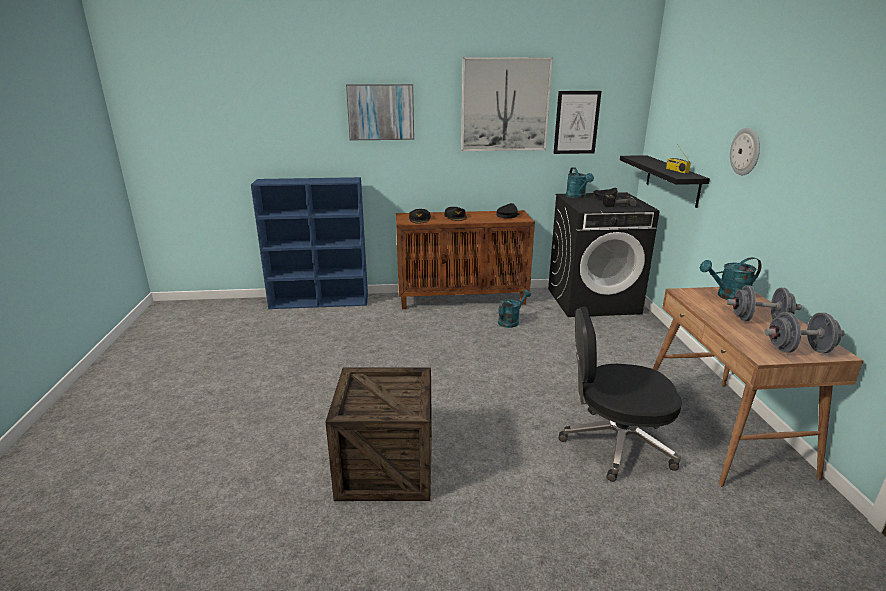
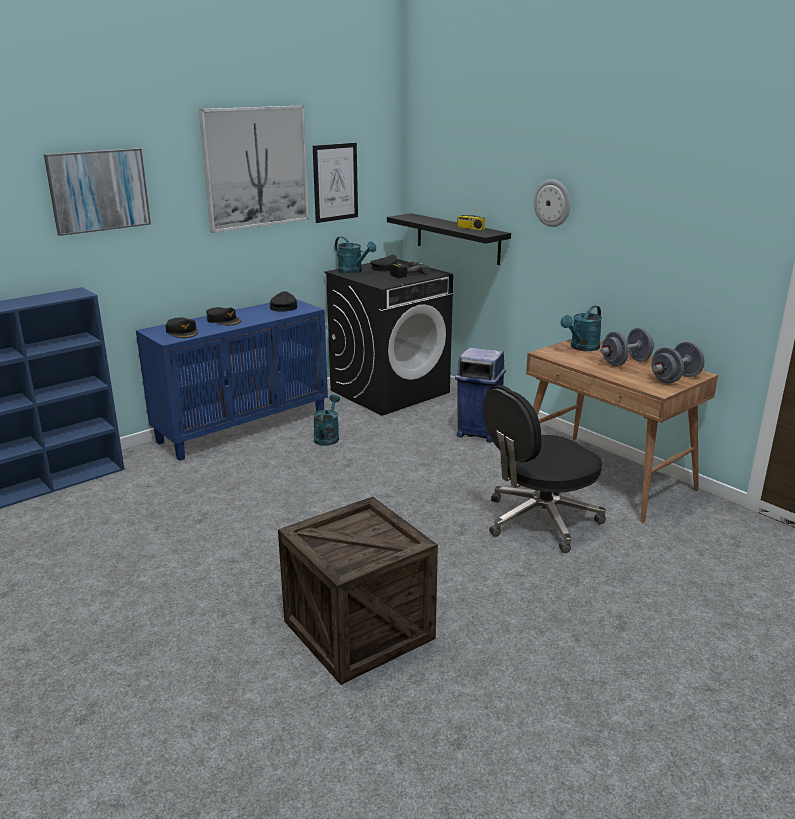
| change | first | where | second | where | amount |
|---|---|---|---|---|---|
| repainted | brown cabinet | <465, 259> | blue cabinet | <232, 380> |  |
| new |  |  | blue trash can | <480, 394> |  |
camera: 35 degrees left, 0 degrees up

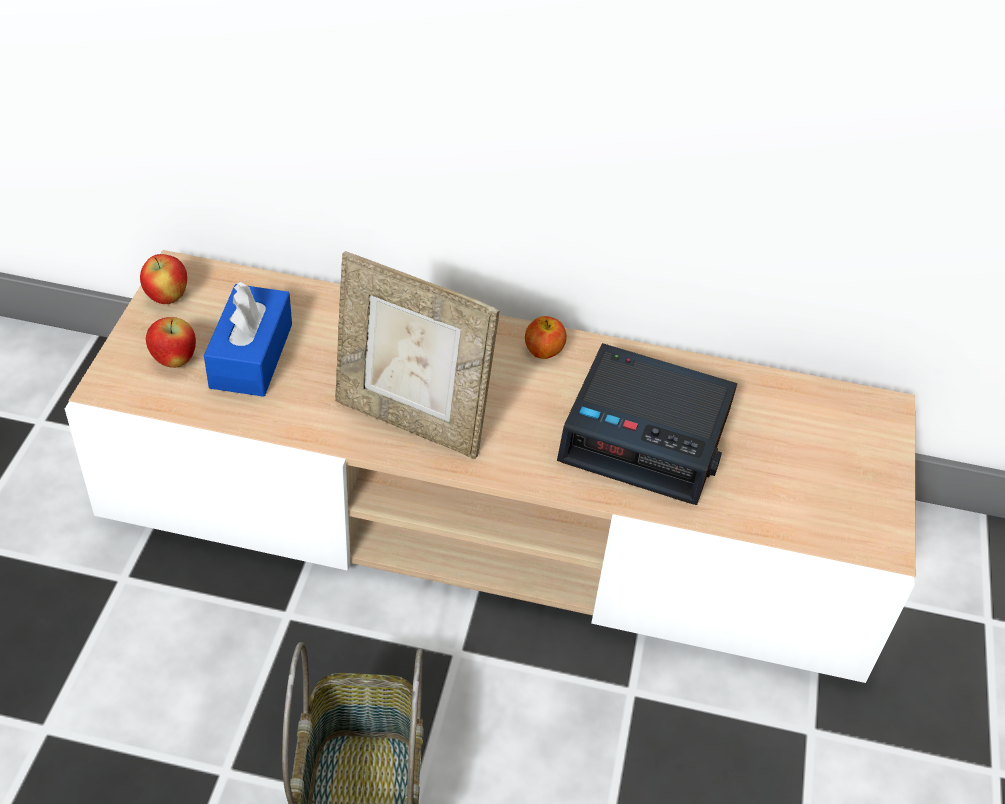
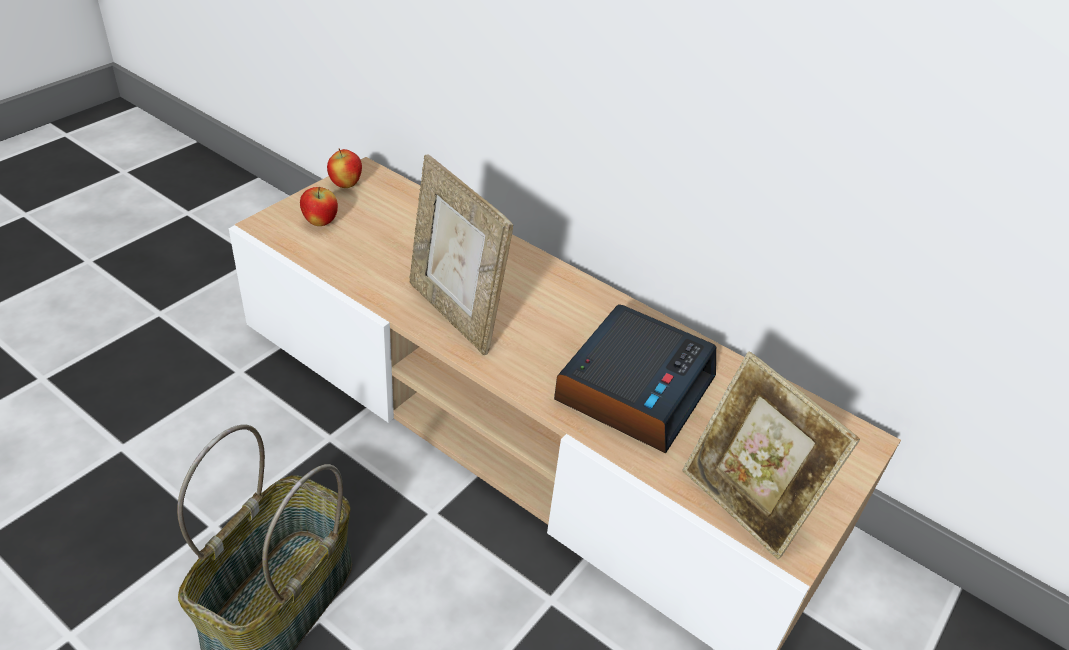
| change | first | where | second | where | amount |
|---|---|---|---|---|---|
| gone | blue tissue box | <248, 339> |  |  |  |
| gone | apple | <546, 337> |  |  |  |
| rotated | alarm clock | <647, 424> |  | <635, 378> | 105 degrees counterclockwise |
| new |  |  | picture frame | <771, 455> |  |
camera: 25 degrees right, 5 degrees down

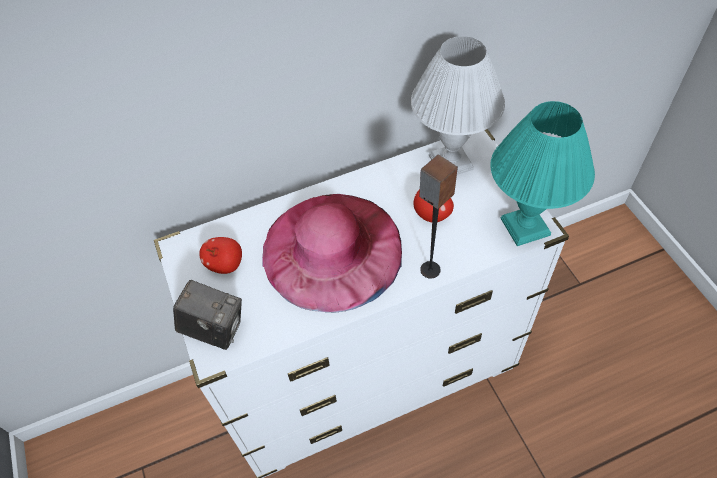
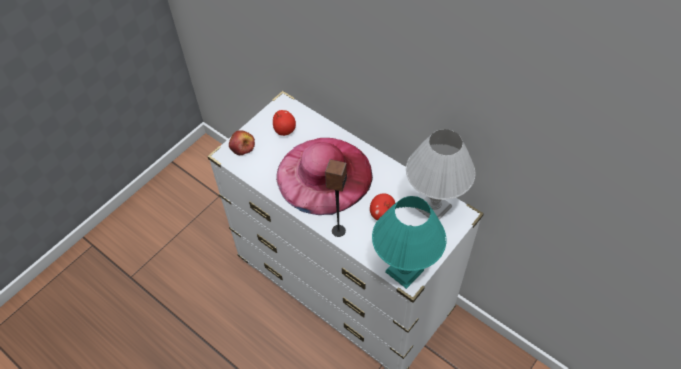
| change | first | where | second | where | amount |
|---|---|---|---|---|---|
| swapped | photo camera | <207, 315> | apple | <242, 142> |  |
camera: 60 degrees right, 0 degrees up

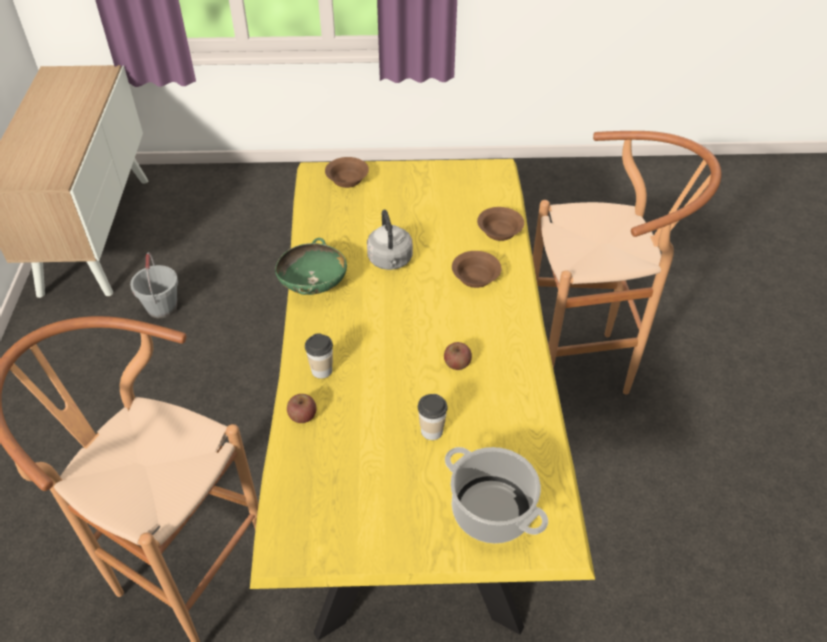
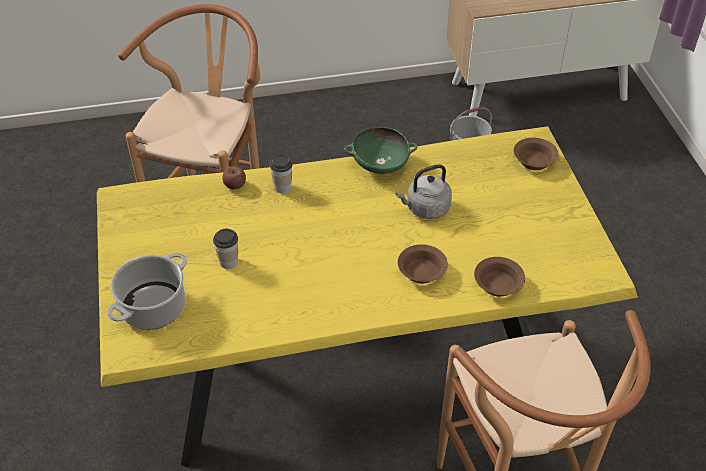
| change | first | where | second | where | amount |
|---|---|---|---|---|---|
| gone | apple | <458, 356> |  |  |  |
camera: 80 degrees right, 0 degrees up

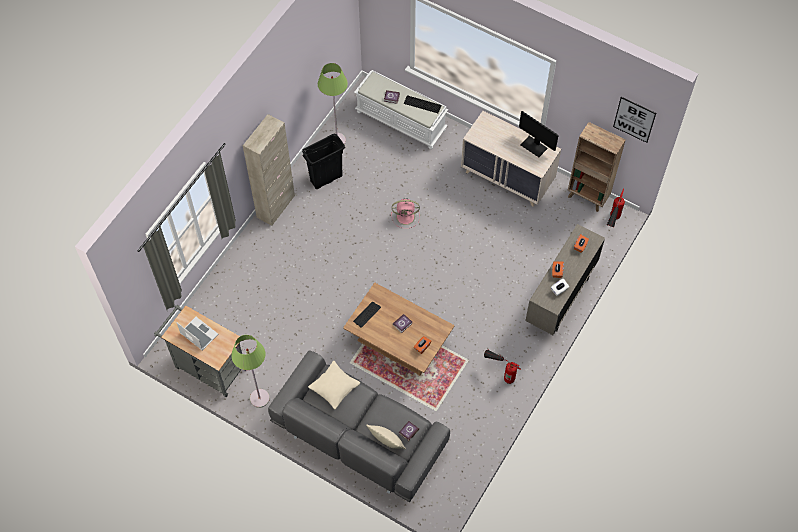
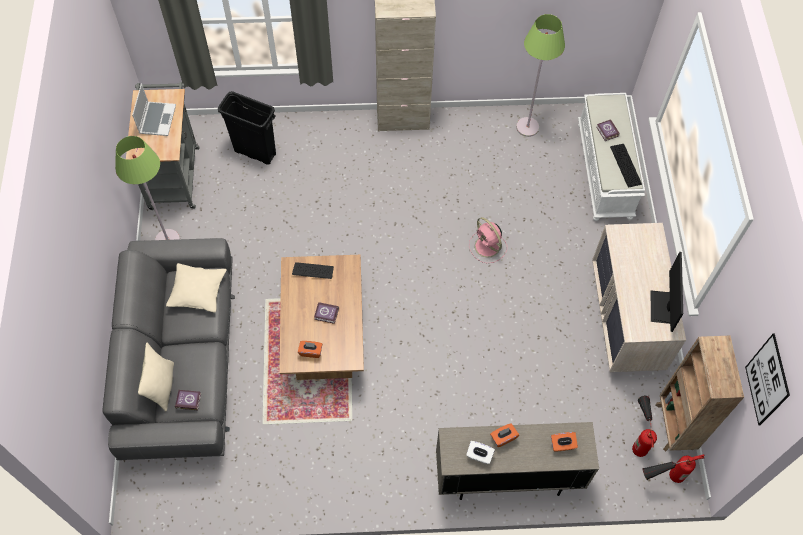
| change | first | where | second | where | amount |
|---|---|---|---|---|---|
| shifted | black trash can | <323, 161> |  | <247, 128> |  |
| shifted | fire extinguisher | <502, 367> |  | <644, 426> |  |
camera: 55 degrees right, 0 degrees up

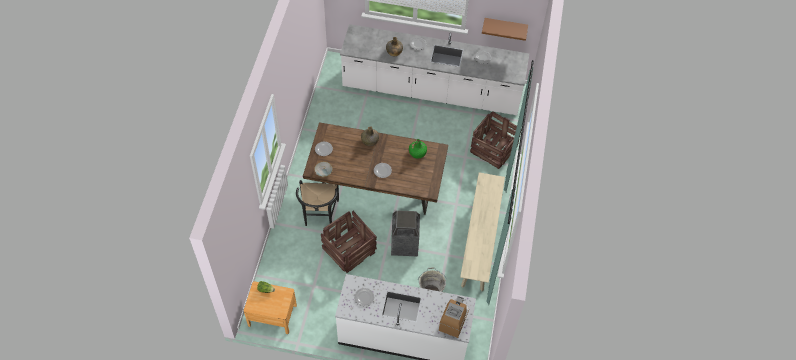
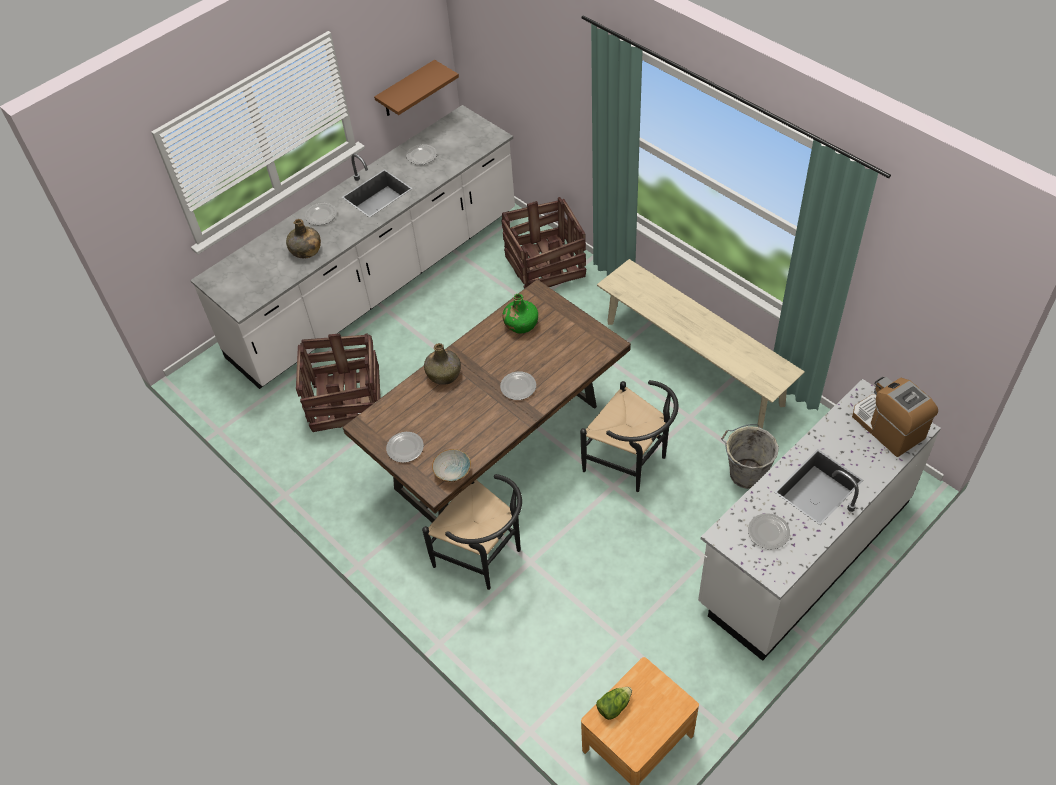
| change | first | where | second | where | amount |
|---|---|---|---|---|---|
| swapped | trash can | <405, 233> | black chair | <629, 436> |  |
| shifted | crate | <349, 242> |  | <338, 382> |  |
camera: 50 degrees left, 5 degrees down

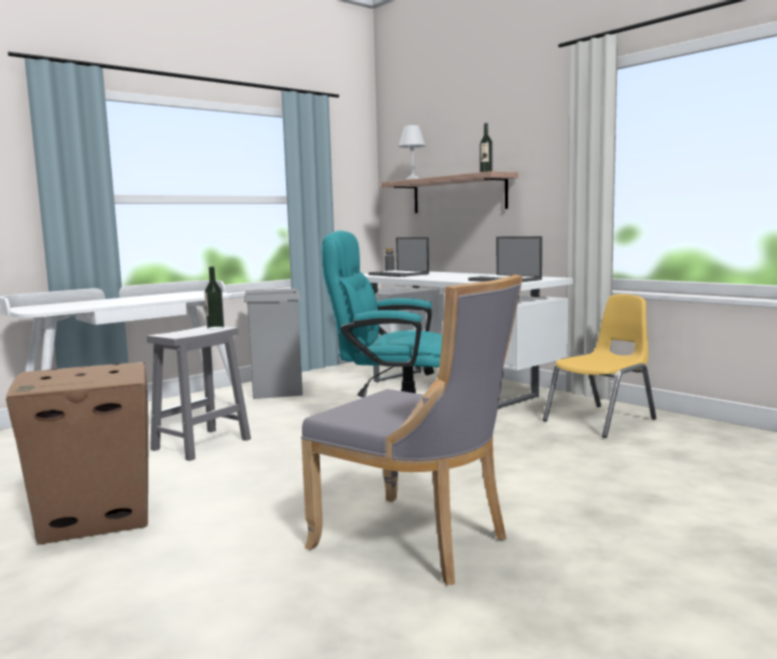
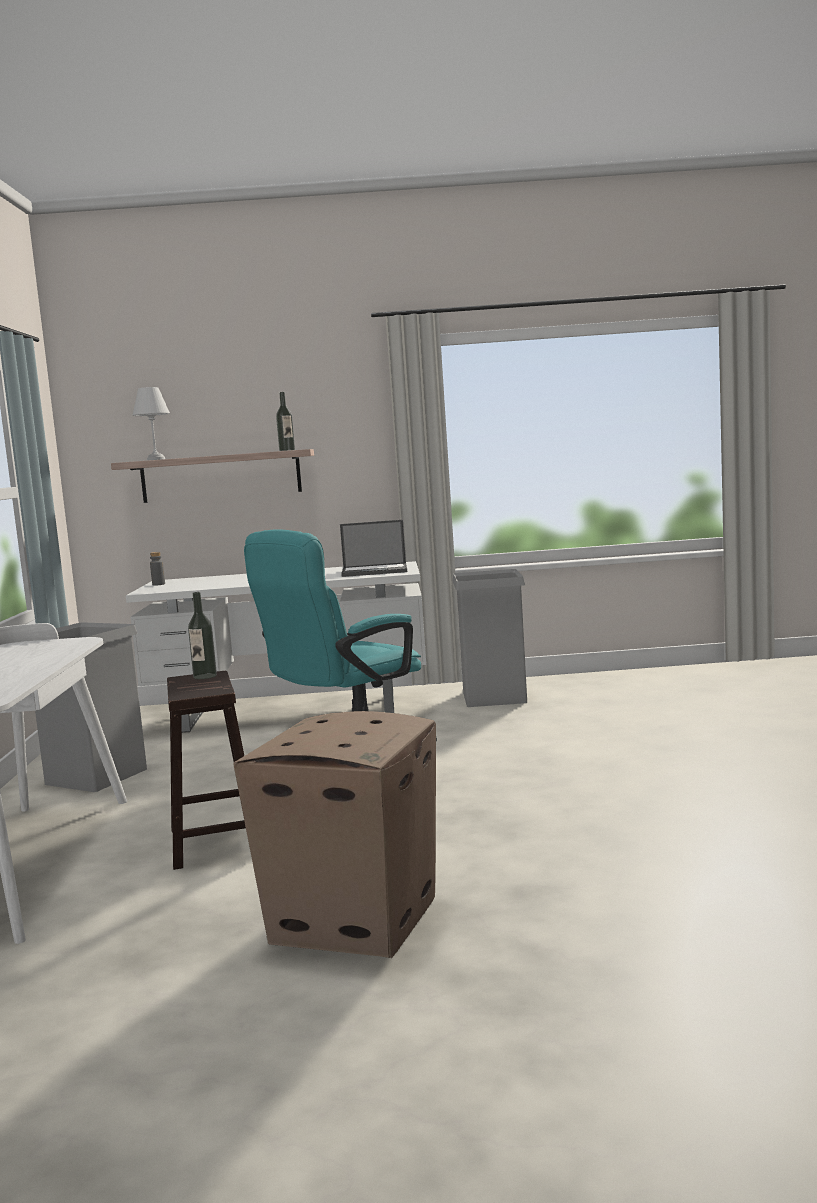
| change | first | where | second | where | amount |
|---|---|---|---|---|---|
| gone | laptop | <398, 257> |  |  |  |
| gone | grey chair | <412, 430> |  |  |  |
| swapped | yellow chair | <599, 366> | grey trash can | <489, 638> |  |
| repainted | grey stool | <199, 393> | brown stool | <206, 770> |  |
camera: 50 degrees left, 0 degrees up

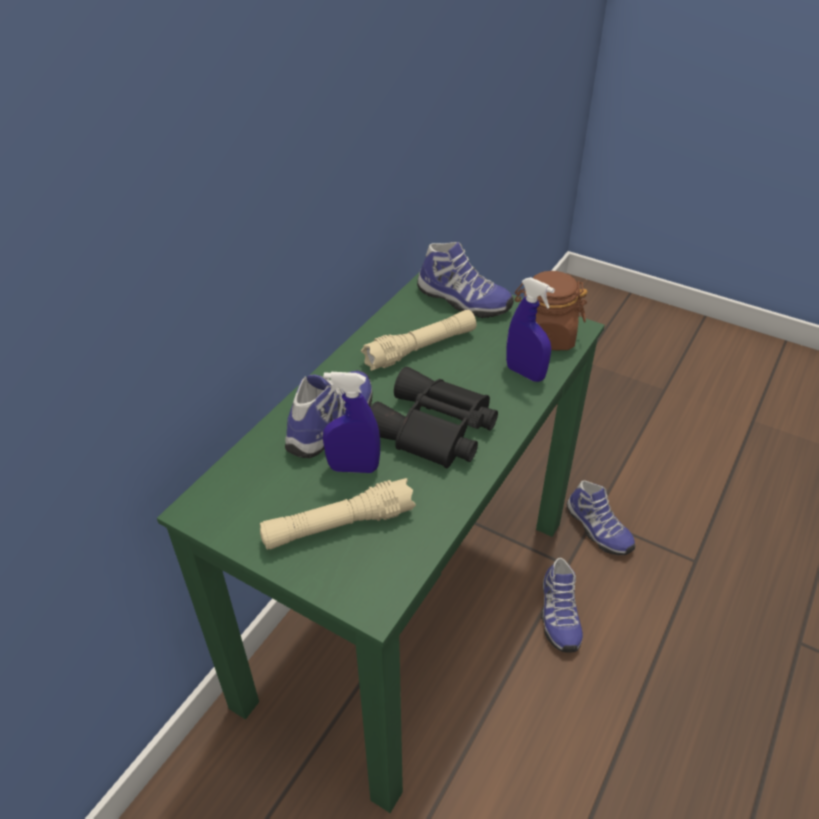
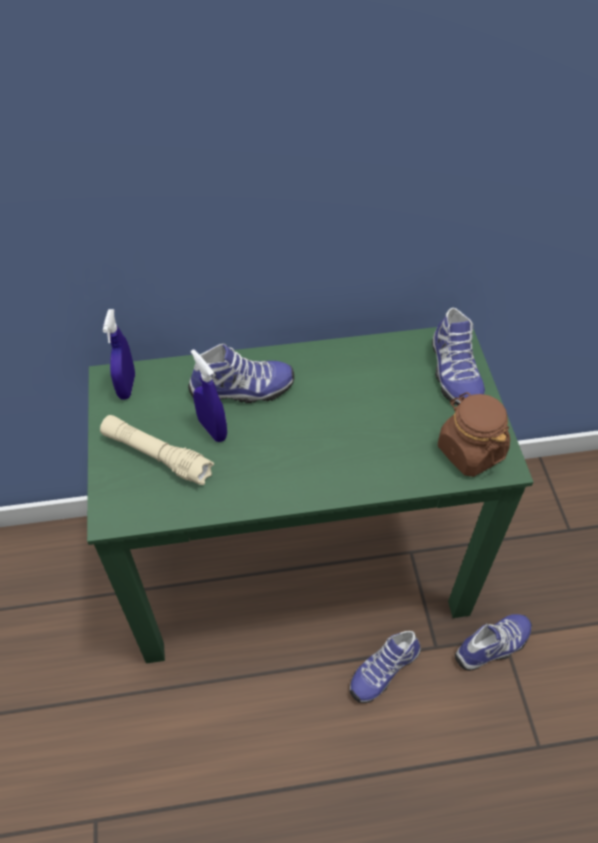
| change | first | where | second | where | amount |
|---|---|---|---|---|---|
| shifted | blue spray bottle | <530, 329> |  | <119, 354> |  |
| gone | beige flashlight | <418, 340> |  |  |  |
| gone | black binoculars | <434, 417> |  |  |  |
| rotated | shoe | <601, 517> |  | <493, 642> | 135 degrees counterclockwise |
camera: 50 degrees right, 10 degrees up

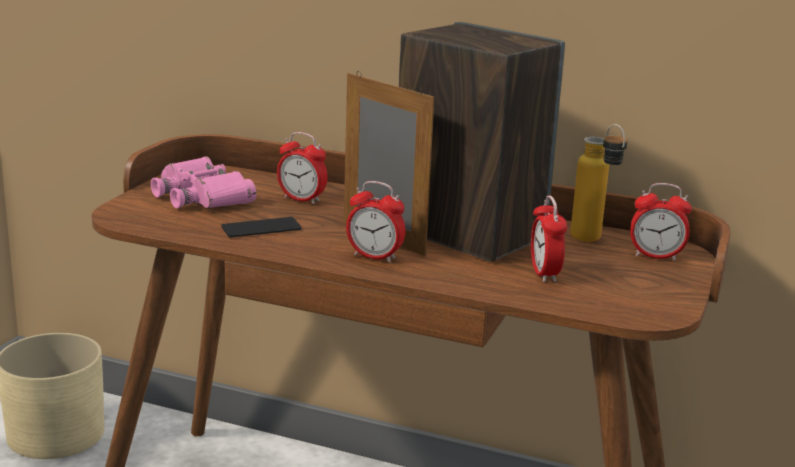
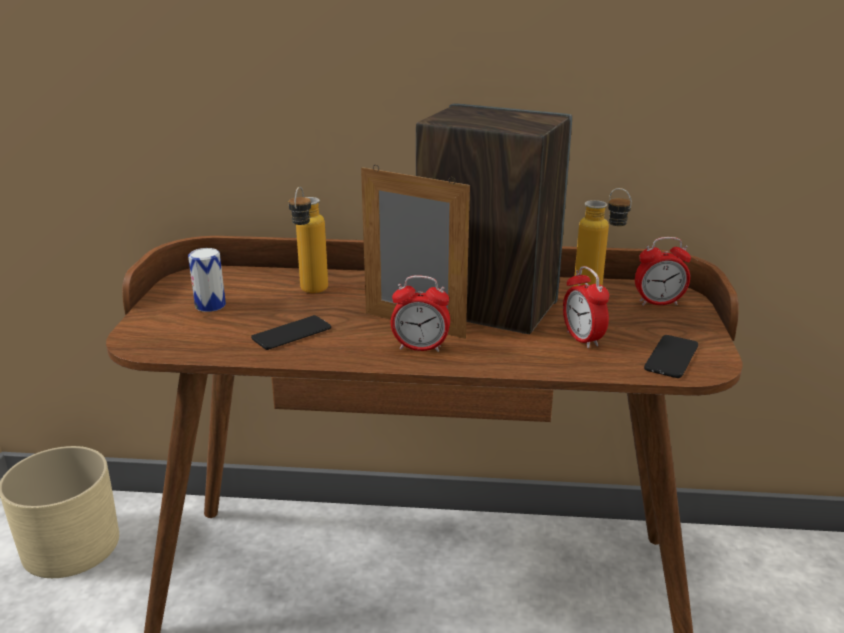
| change | first | where | second | where | amount |
|---|---|---|---|---|---|
| swapped | alarm clock | <302, 168> | bottle | <308, 240> |  |
| swapped | pink binoculars | <204, 182> | can | <207, 280> |  |
| new |  |  | phone | <671, 356> |  |
camera: 15 degrees left, 5 degrees up

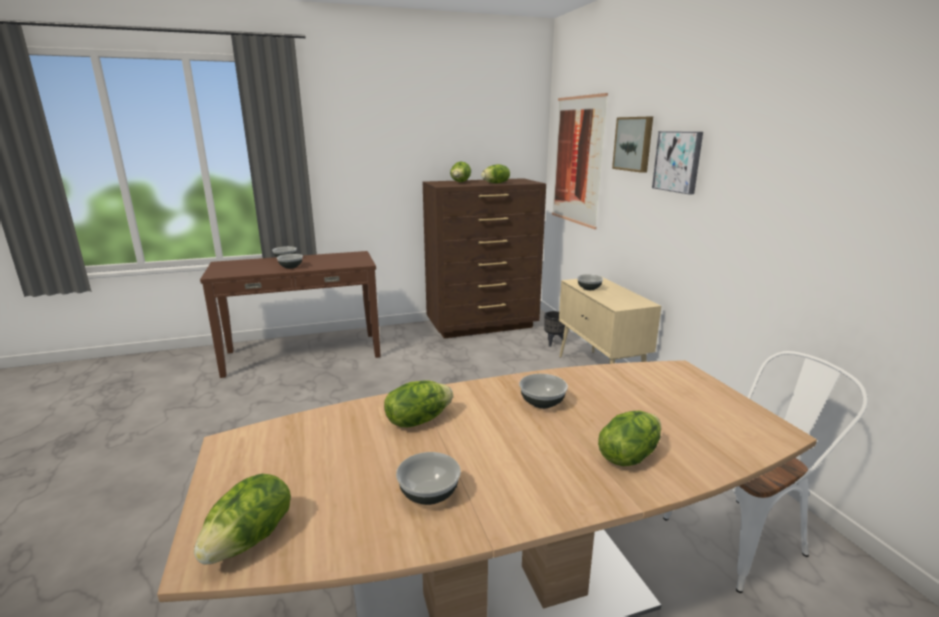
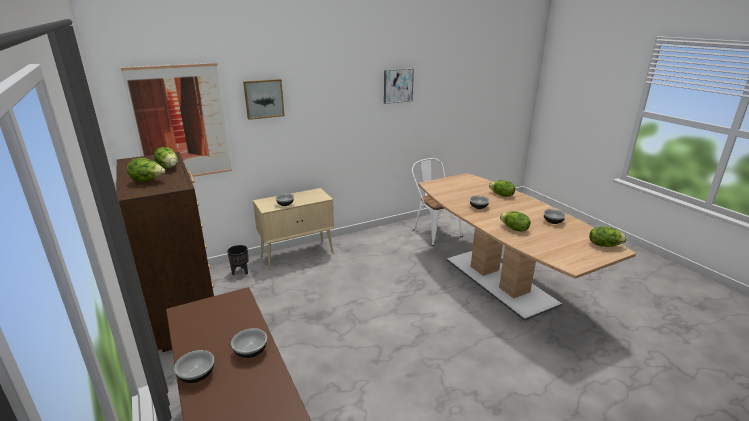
| change | first | where | second | where | amount |
|---|---|---|---|---|---|
| shifted | picture | <677, 163> |  | <399, 86> |  |
camera: 100 degrees left, 5 degrees up

